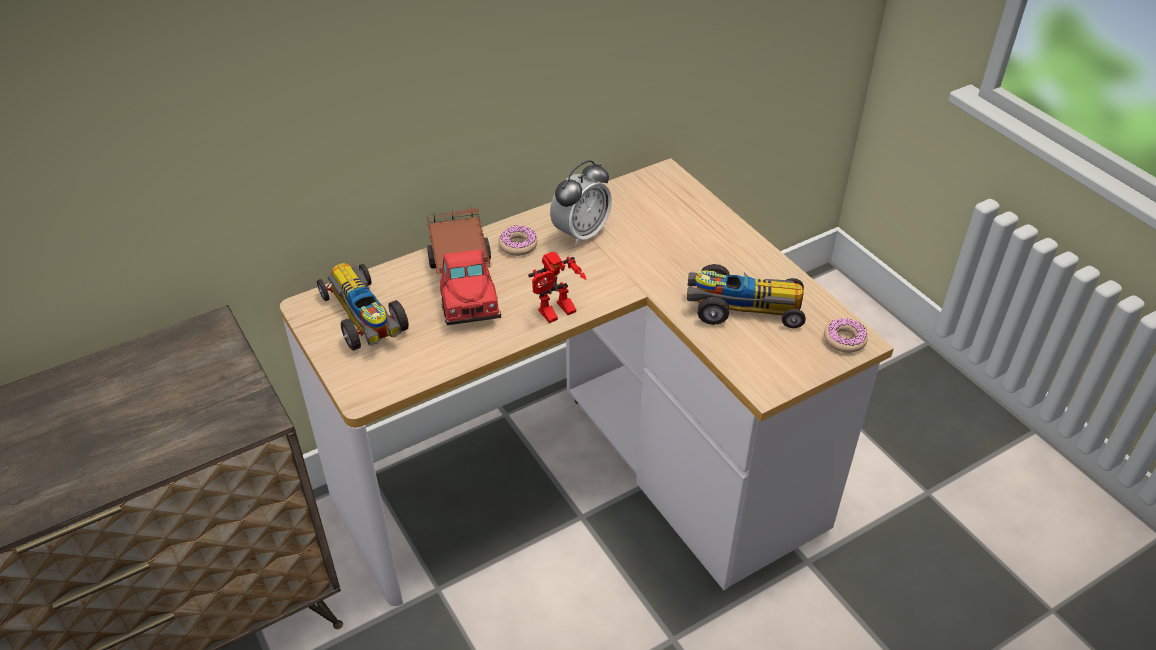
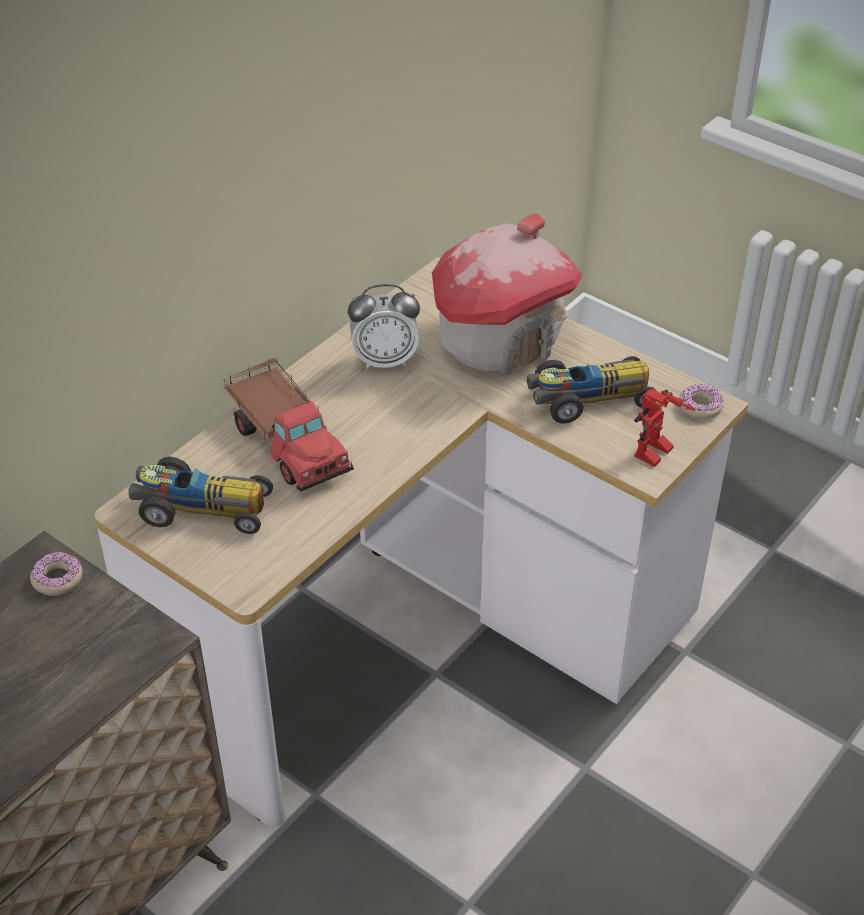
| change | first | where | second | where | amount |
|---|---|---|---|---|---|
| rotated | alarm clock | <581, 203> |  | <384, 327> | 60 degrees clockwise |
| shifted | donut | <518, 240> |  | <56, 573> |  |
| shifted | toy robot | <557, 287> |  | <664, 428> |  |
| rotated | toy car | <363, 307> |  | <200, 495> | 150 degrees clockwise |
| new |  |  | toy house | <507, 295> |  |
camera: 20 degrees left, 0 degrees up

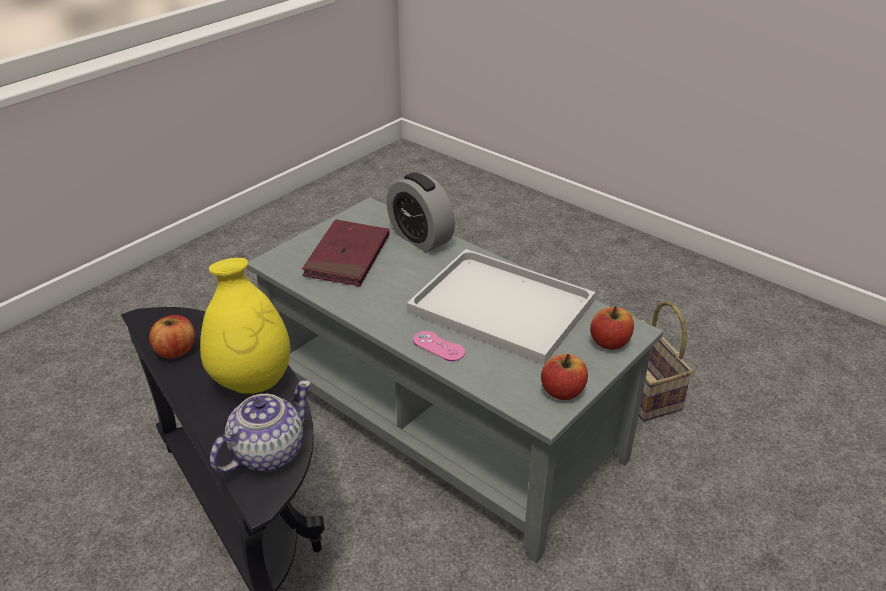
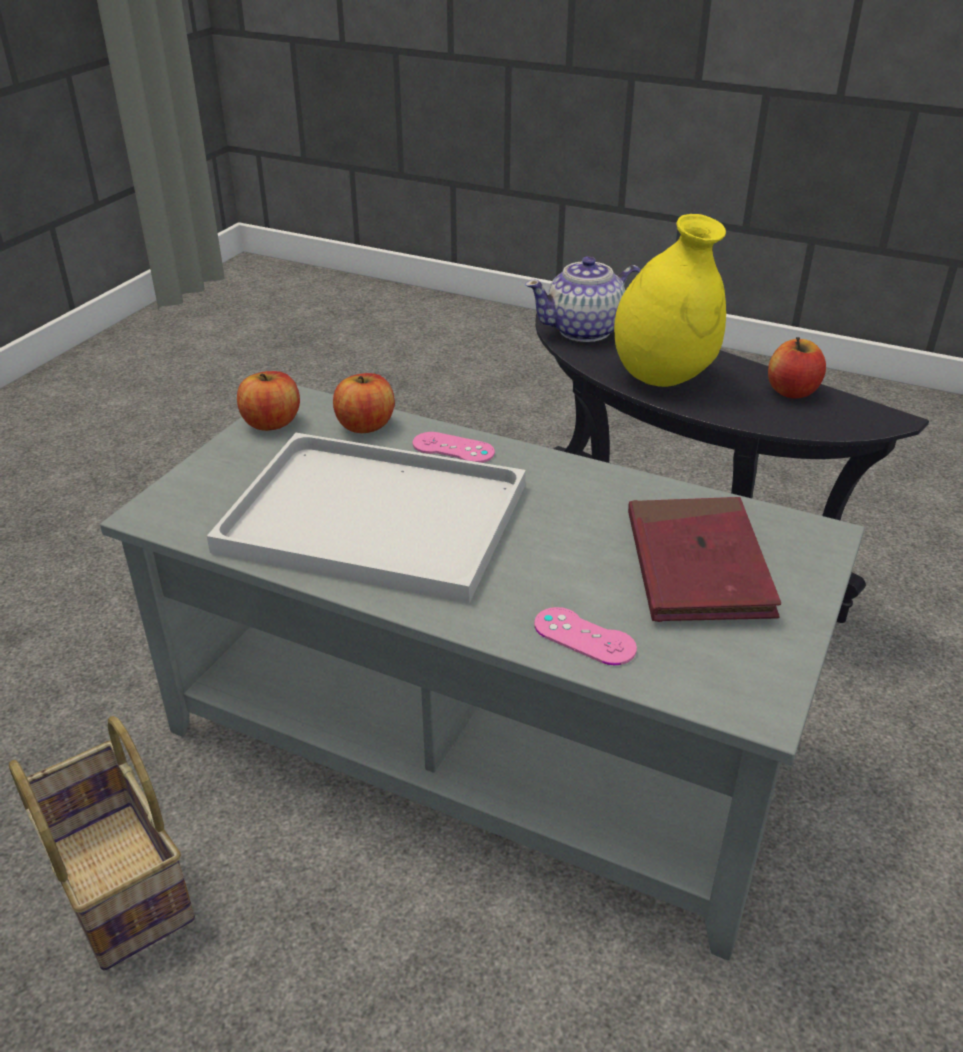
| change | first | where | second | where | amount |
|---|---|---|---|---|---|
| swapped | alarm clock | <421, 212> | pink game controller | <585, 636> |  |
| shifted | apple | <612, 328> |  | <364, 403> |  |
| rotated | teapot | <260, 426> |  | <583, 299> | 45 degrees clockwise |
camera: 165 degrees right, 0 degrees up

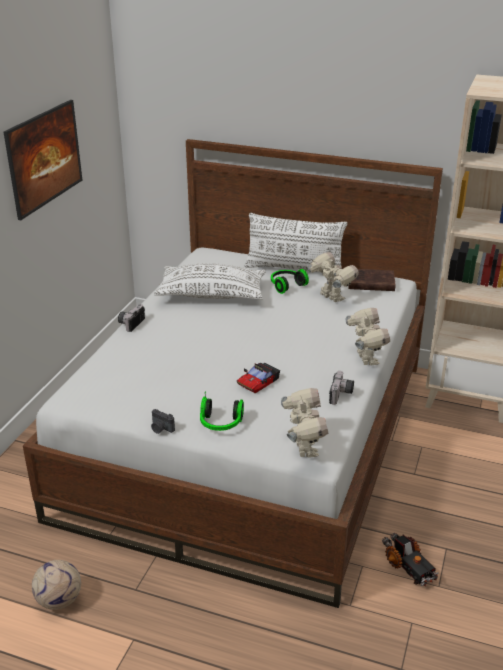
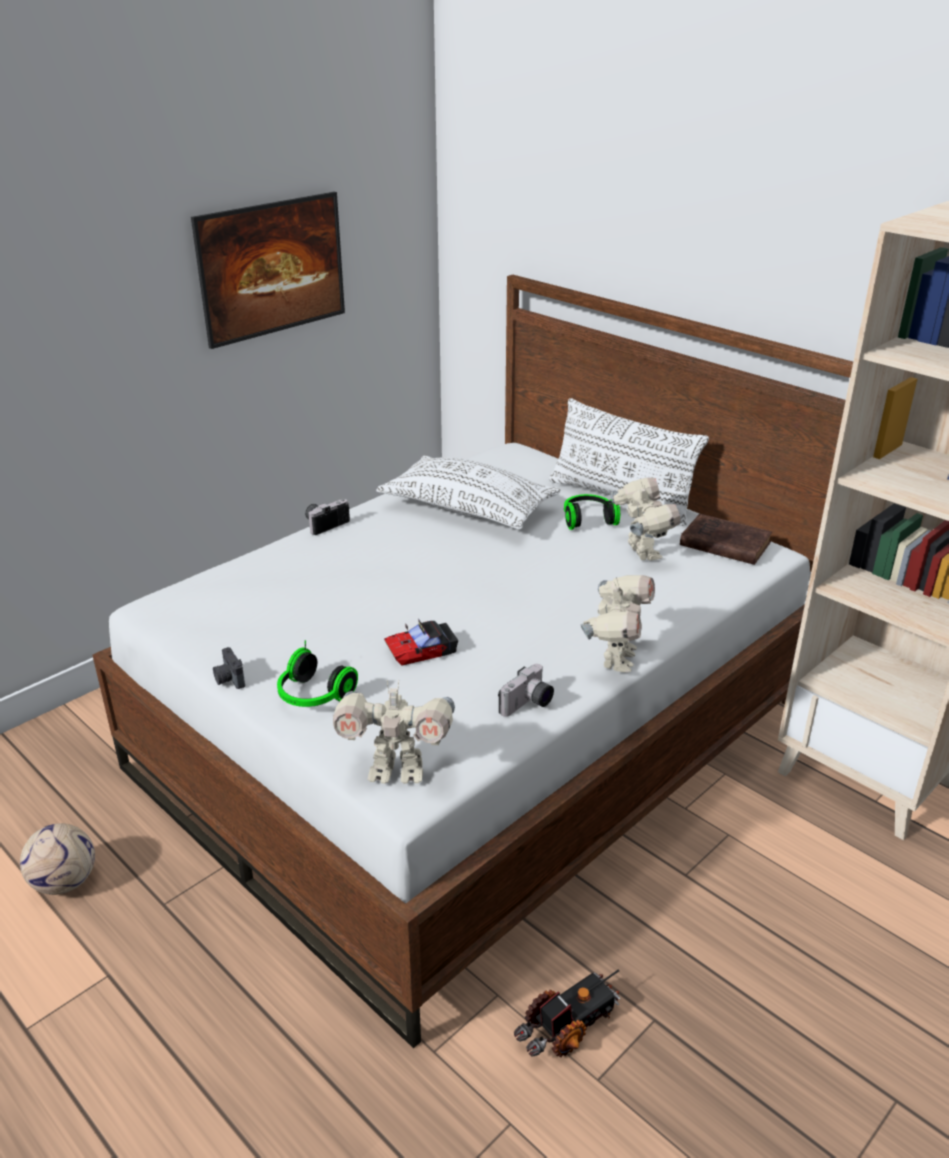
| change | first | where | second | where | amount |
|---|---|---|---|---|---|
| rotated | toy robot | <304, 423> |  | <394, 732> | 75 degrees clockwise |
| rotated | toy truck | <410, 559> |  | <567, 1013> | 120 degrees counterclockwise |
camera: 25 degrees right, 0 degrees up

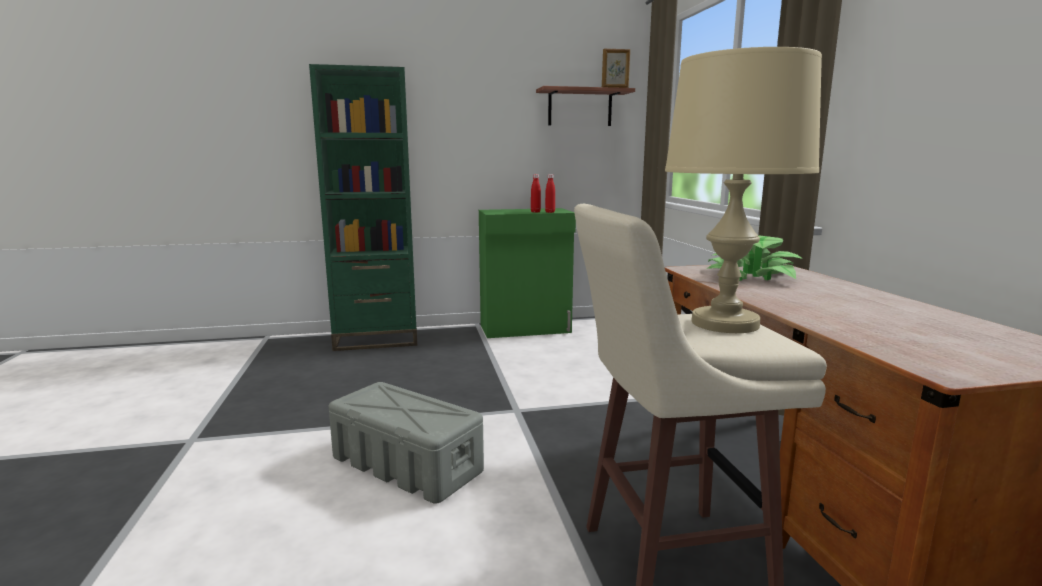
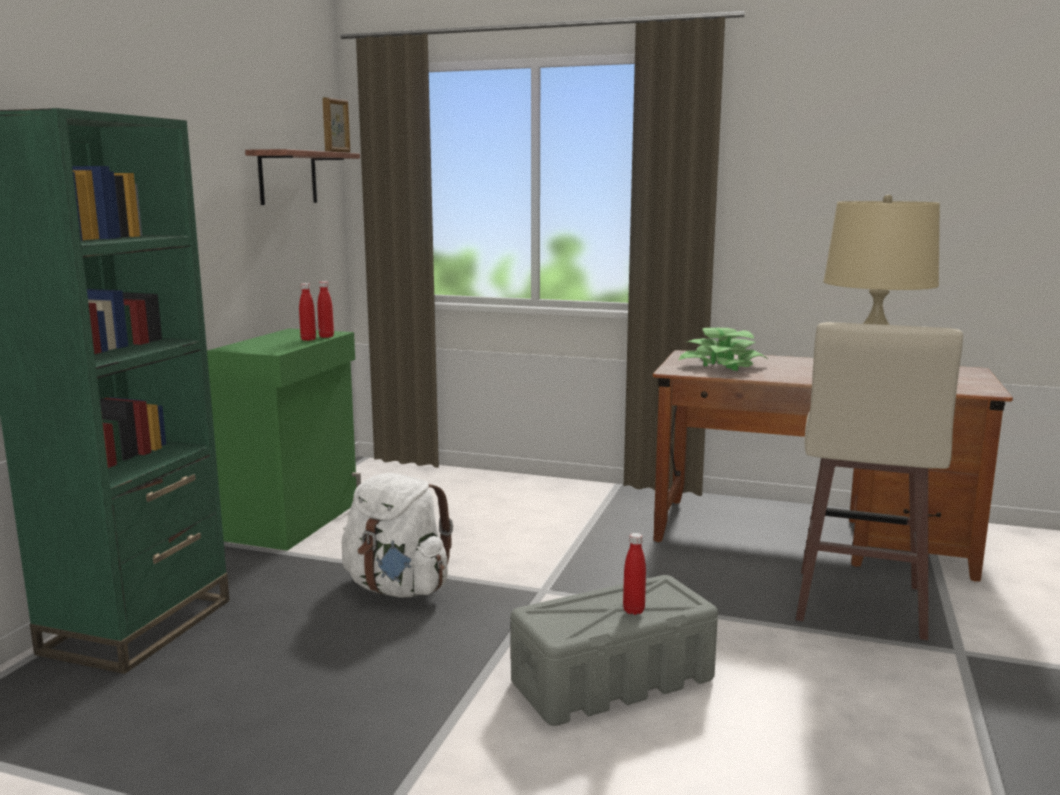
| change | first | where | second | where | amount |
|---|---|---|---|---|---|
| new |  |  | white backpack | <397, 535> |  |
| new |  |  | red bottle | <634, 574> |  |
camera: 60 degrees left, 0 degrees up

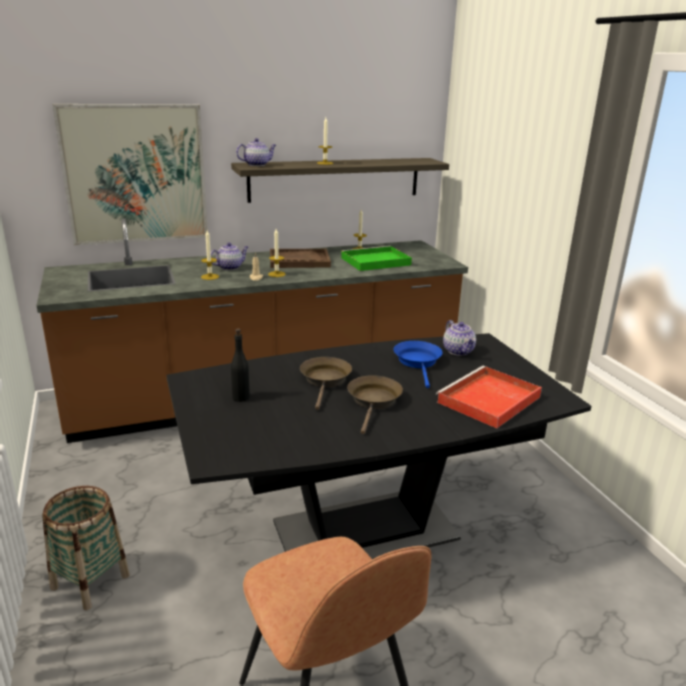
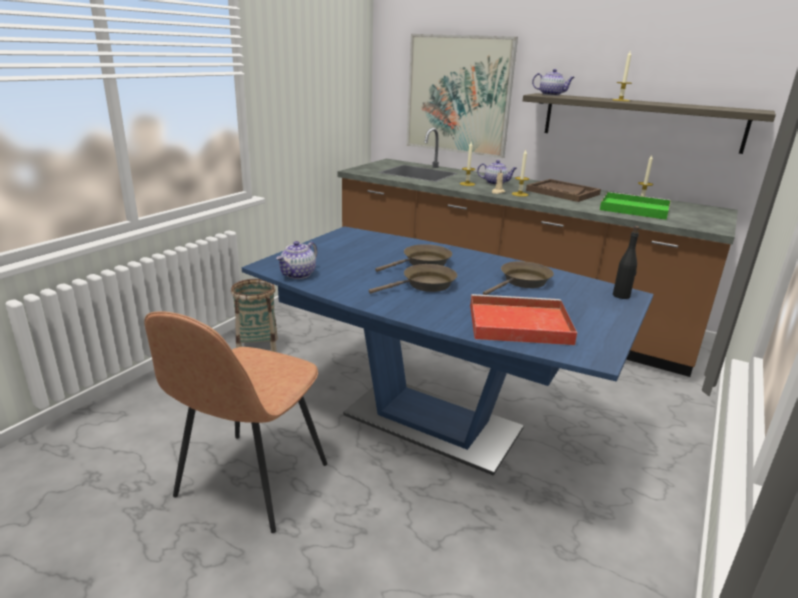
| change | first | where | second | where | amount |
|---|---|---|---|---|---|
| shifted | teapot | <459, 338> |  | <296, 260> |  |
| shifted | black bottle | <240, 365> |  | <626, 262> |  |
| repainted | black dining table | <378, 446> | blue dining table | <448, 351> |  |
| repainted | blue frying pan | <418, 364> | brown frying pan | <518, 278> |  |
camera: 50 degrees right, 0 degrees up

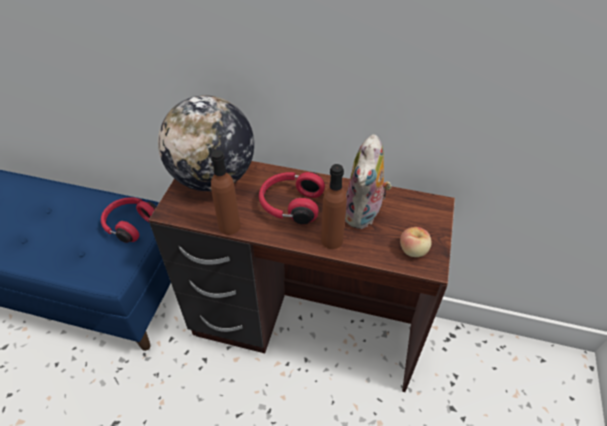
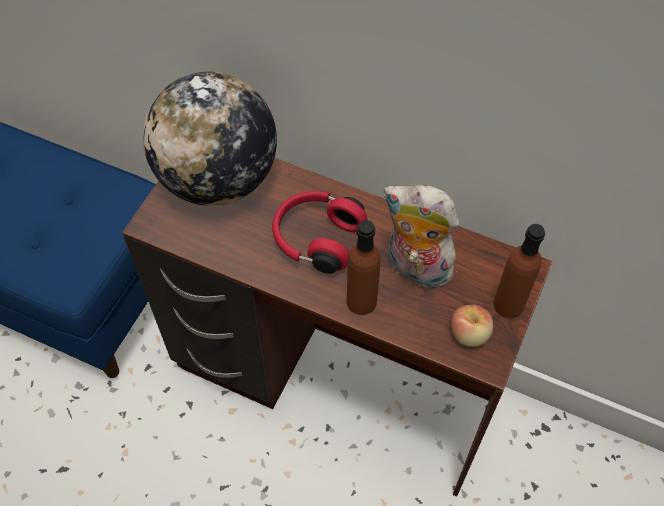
| change | first | where | second | where | amount |
|---|---|---|---|---|---|
| rotated | plush toy | <368, 181> |  | <421, 236> | 90 degrees clockwise |
| shifted | brown bottle | <226, 192> |  | <519, 271> |  |
| gone | red headphones | <128, 220> |  |  |  |
camera: 10 degrees right, 10 degrees up

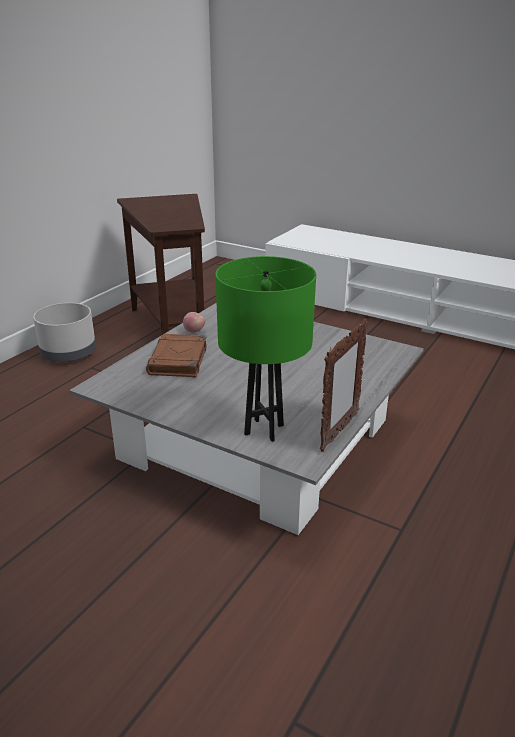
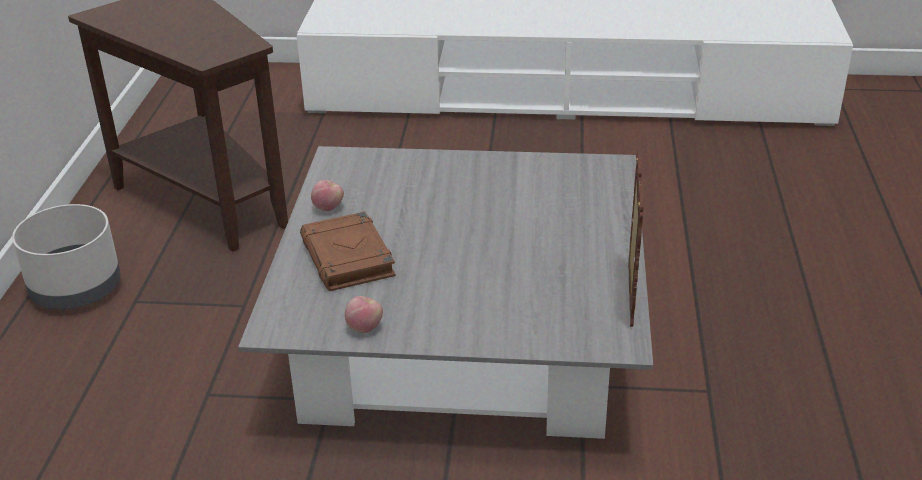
| change | first | where | second | where | amount |
|---|---|---|---|---|---|
| gone | green table lamp | <265, 349> |  |  |  |
| new |  |  | apple | <364, 314> |  |
camera: 25 degrees left, 5 degrees up

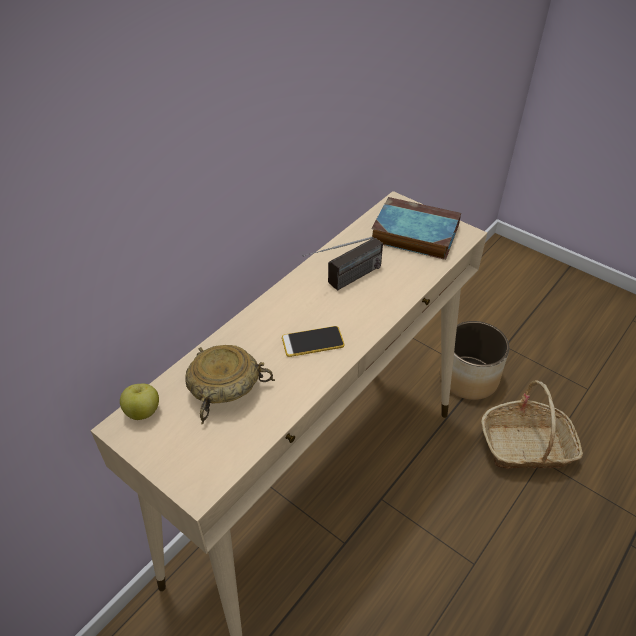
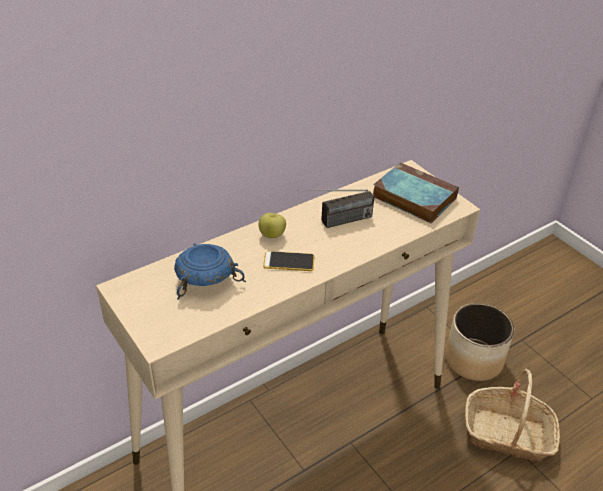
| change | first | where | second | where | amount |
|---|---|---|---|---|---|
| repainted | beige bowl | <230, 385> | blue bowl | <210, 271> |  |
| shifted | apple | <139, 402> |  | <272, 225> |  |
camera: 15 degrees right, 5 degrees down

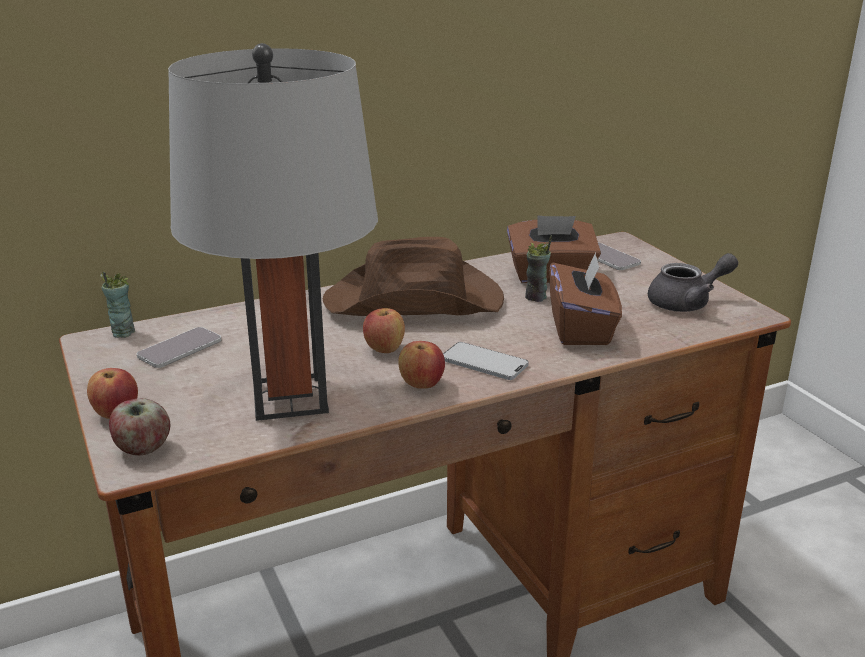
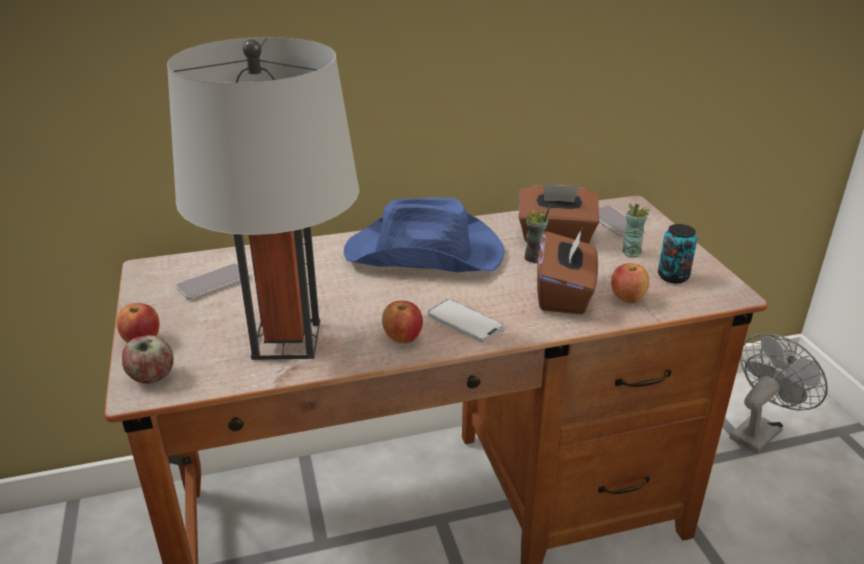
| change | first | where | second | where | amount |
|---|---|---|---|---|---|
| repainted | brown hat | <413, 276> | blue hat | <424, 234> |  |
| swapped | grey teapot | <693, 282> | can | <677, 253> |  |
| shifted | cup | <117, 305> |  | <636, 230> |  |
| shifted | apple | <384, 330> |  | <630, 283> |  |
| new |  |  | grey fan | <779, 393> |  |
camera: 10 degrees right, 5 degrees up

